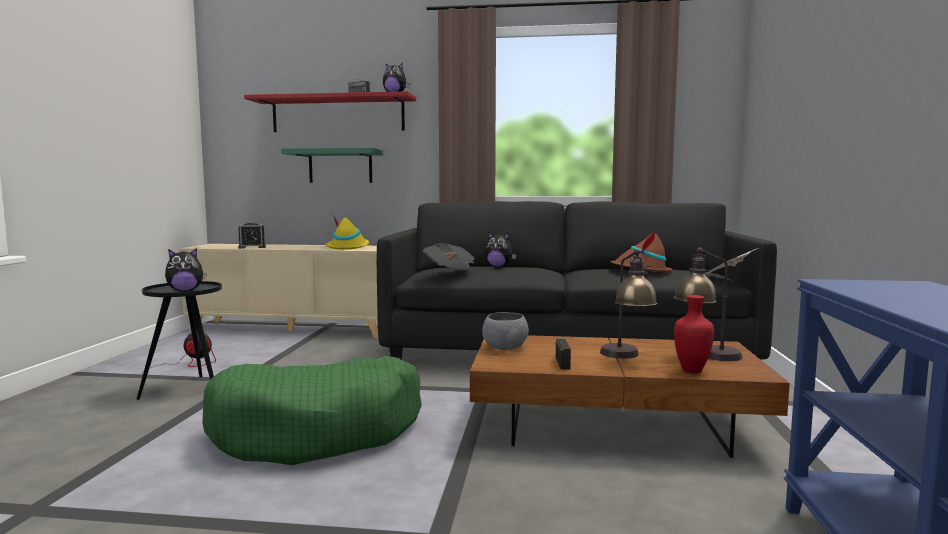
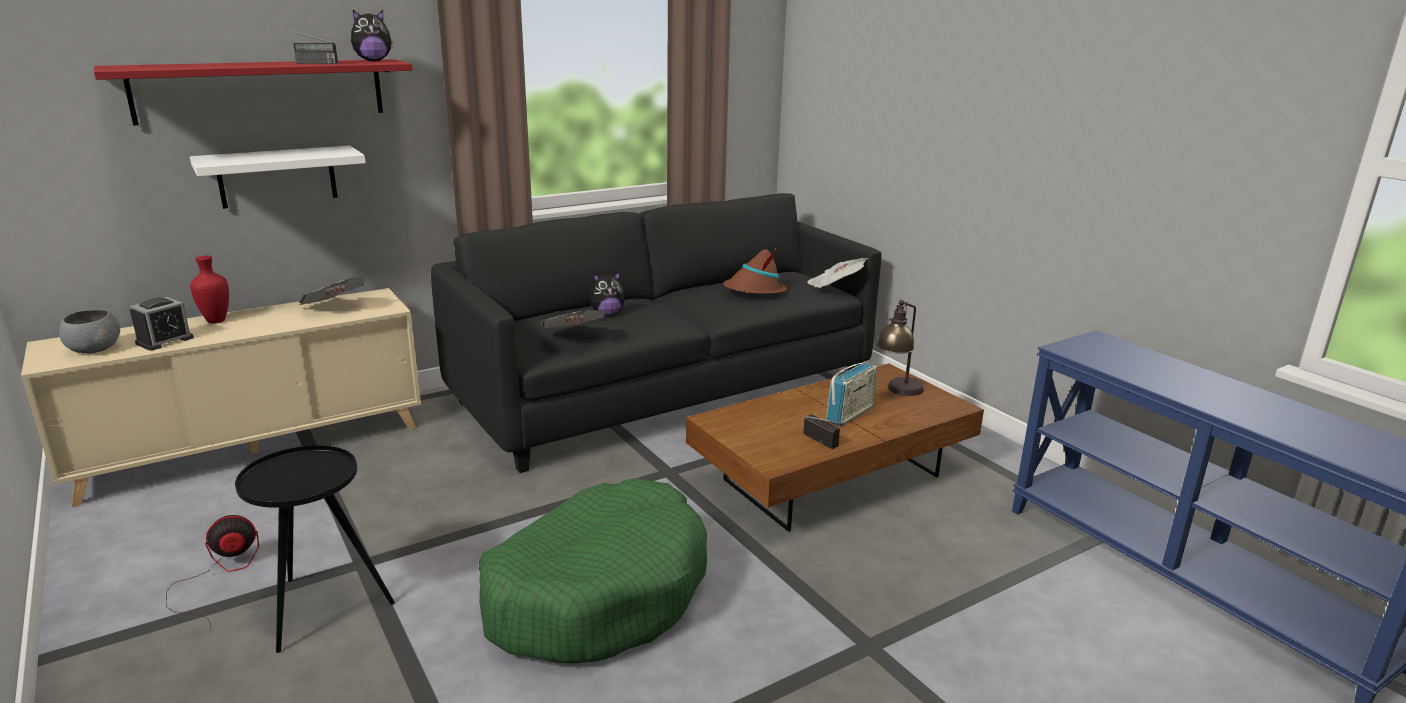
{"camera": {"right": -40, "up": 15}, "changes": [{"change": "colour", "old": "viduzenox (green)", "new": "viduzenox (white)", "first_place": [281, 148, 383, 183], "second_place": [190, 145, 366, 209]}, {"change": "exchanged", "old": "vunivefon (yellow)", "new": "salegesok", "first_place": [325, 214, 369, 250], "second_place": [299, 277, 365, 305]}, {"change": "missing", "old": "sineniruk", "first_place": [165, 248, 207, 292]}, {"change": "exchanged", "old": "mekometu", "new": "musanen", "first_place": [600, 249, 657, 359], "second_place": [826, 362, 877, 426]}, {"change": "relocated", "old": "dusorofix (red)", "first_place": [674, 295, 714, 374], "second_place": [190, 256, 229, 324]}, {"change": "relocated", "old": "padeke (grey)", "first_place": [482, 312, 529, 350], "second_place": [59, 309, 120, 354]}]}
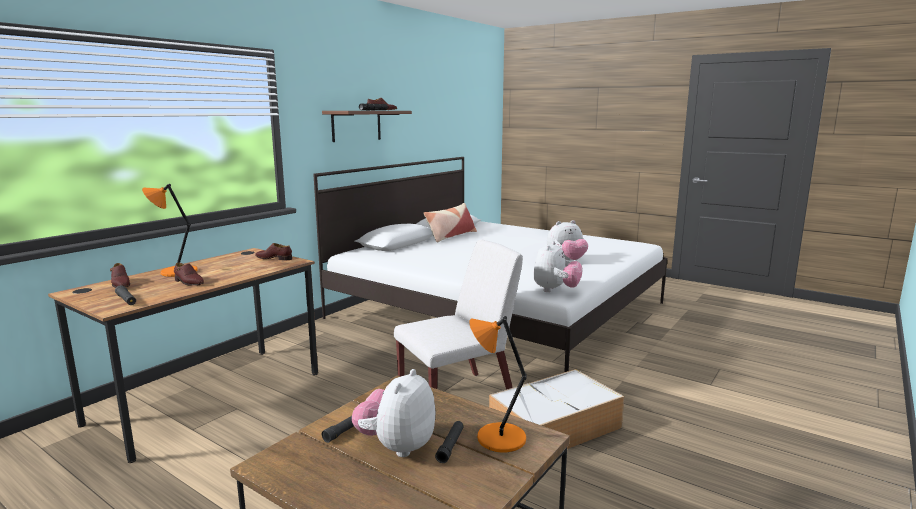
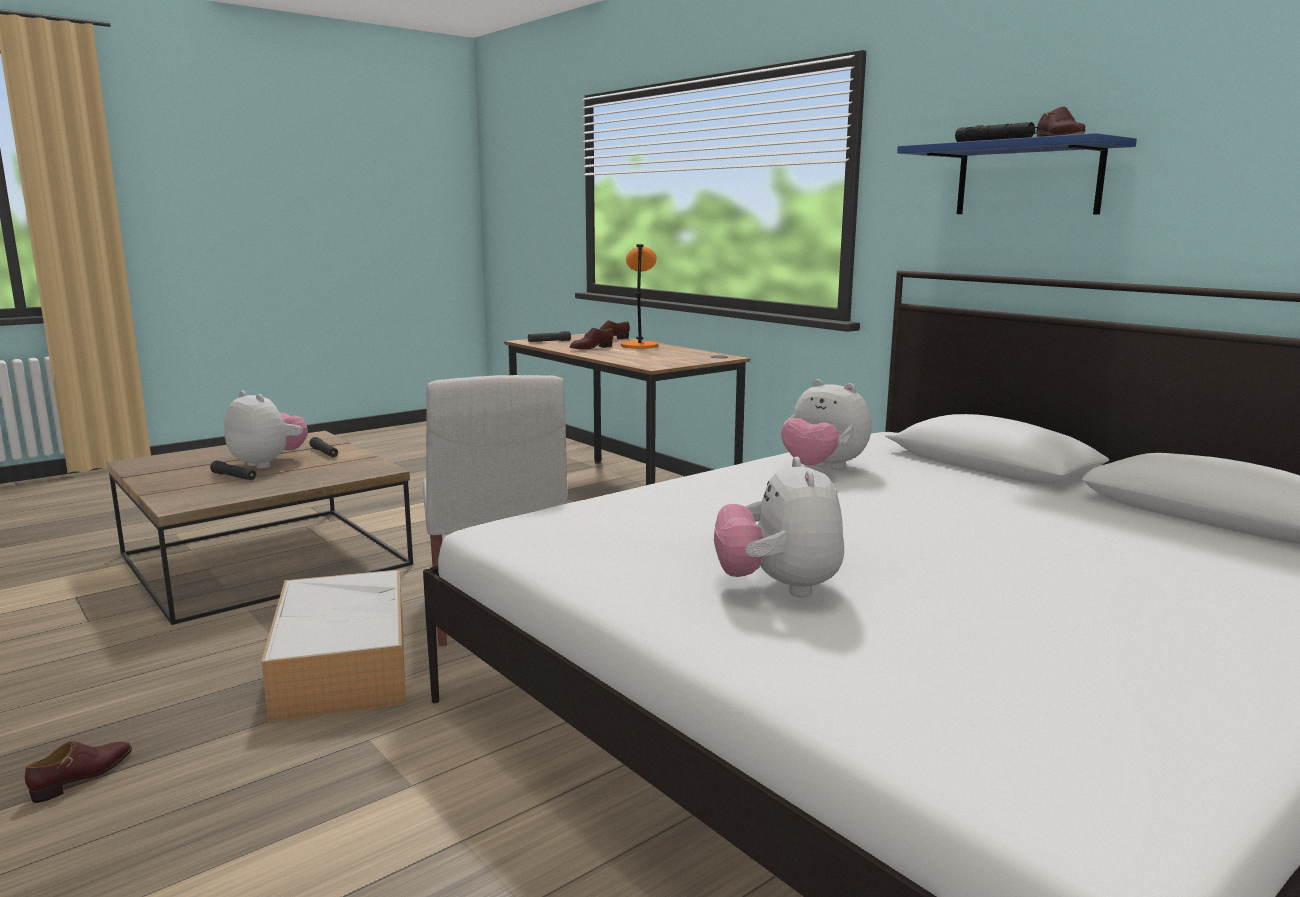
{"camera": {"right": 105, "up": 0}, "changes": [{"change": "colour", "old": "viduzenox (brown)", "new": "viduzenox (blue)", "first_place": [322, 111, 412, 142], "second_place": [897, 133, 1137, 214]}, {"change": "missing", "old": "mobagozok", "first_place": [423, 203, 477, 243]}, {"change": "relocated", "old": "sineniruk", "first_place": [533, 241, 583, 292], "second_place": [781, 379, 872, 470]}, {"change": "relocated", "old": "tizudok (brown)", "first_place": [255, 243, 292, 260], "second_place": [25, 741, 132, 803]}, {"change": "missing", "old": "mekometu (orange)", "first_place": [469, 316, 527, 453]}]}
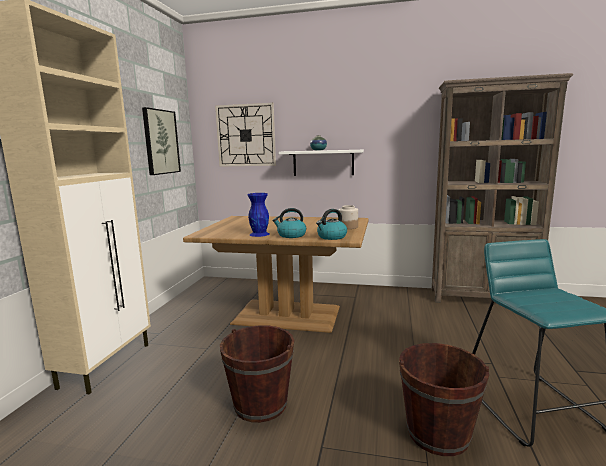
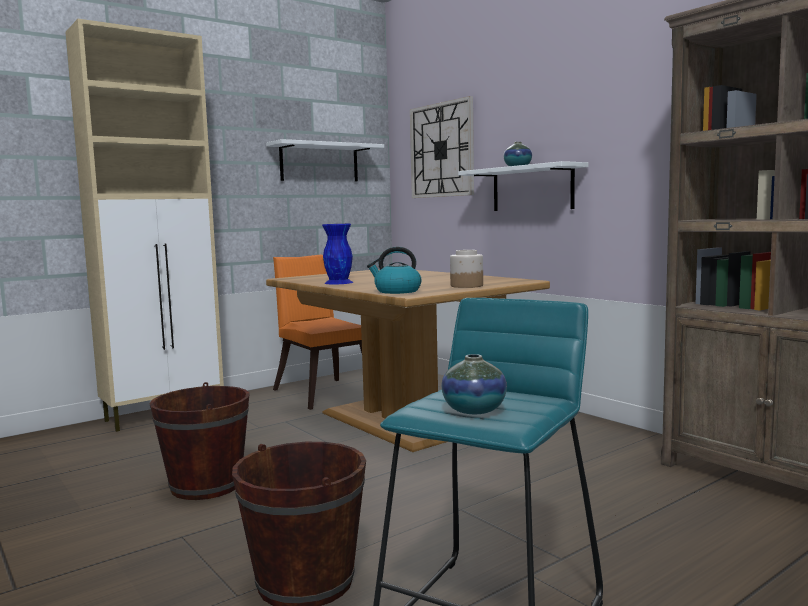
{"camera": {"right": 40, "up": -5}, "changes": [{"change": "exchanged", "old": "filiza", "new": "viduzenox (white)", "first_place": [142, 107, 181, 175], "second_place": [266, 139, 384, 181]}, {"change": "missing", "old": "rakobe", "first_place": [272, 208, 306, 238]}, {"change": "appeared", "new": "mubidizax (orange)", "second_place": [273, 254, 362, 410]}, {"change": "appeared", "new": "dusorofix", "second_place": [442, 354, 507, 414]}]}
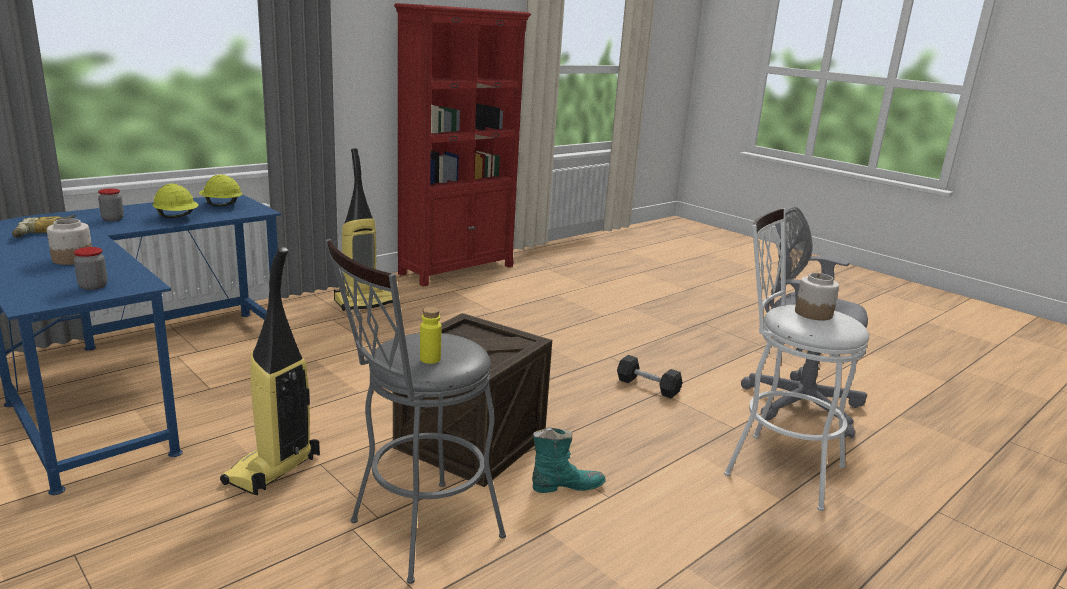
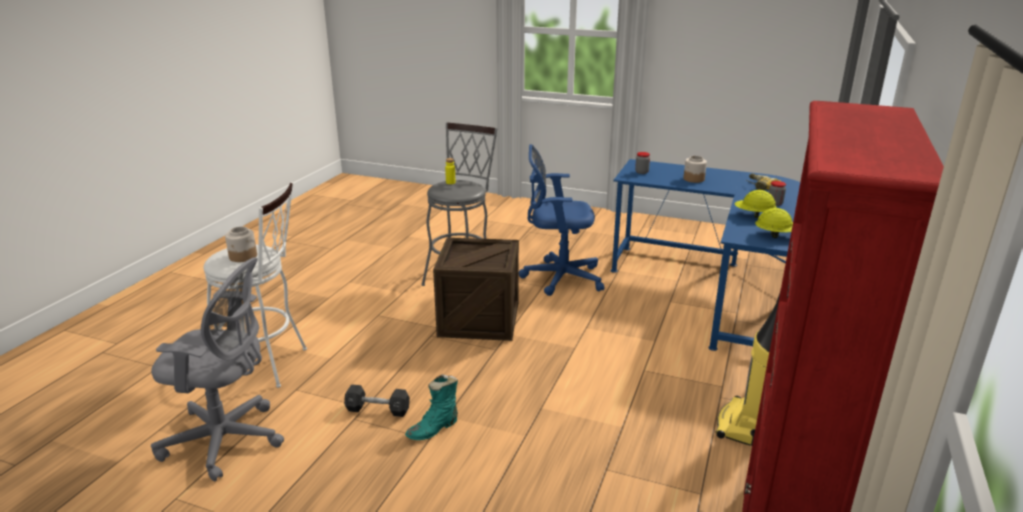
{"camera": {"right": 155, "up": 5}, "changes": [{"change": "exchanged", "old": "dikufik", "new": "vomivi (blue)", "first_place": [220, 247, 320, 495], "second_place": [519, 144, 605, 296]}, {"change": "relocated", "old": "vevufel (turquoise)", "first_place": [532, 427, 606, 493], "second_place": [405, 374, 458, 440]}]}
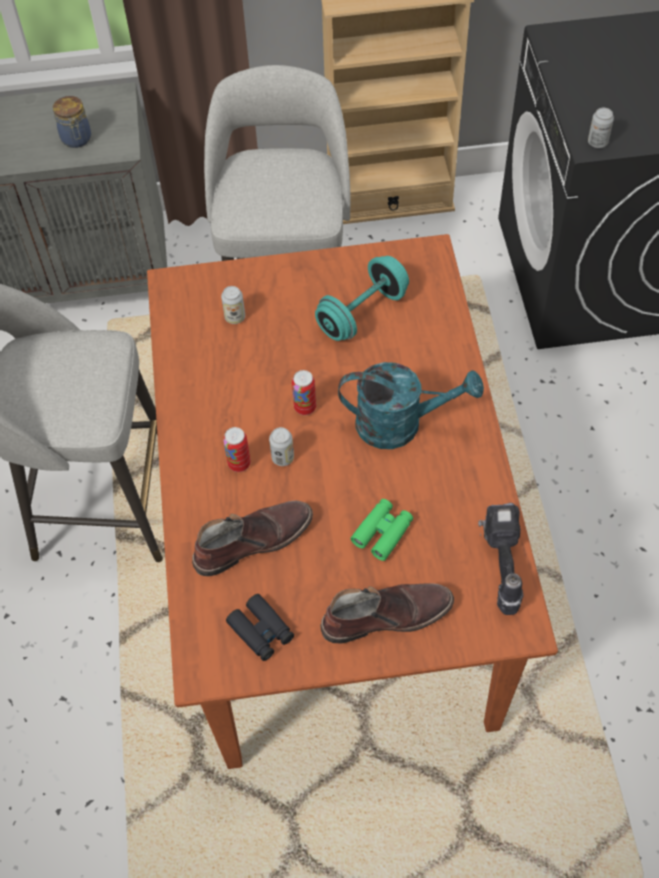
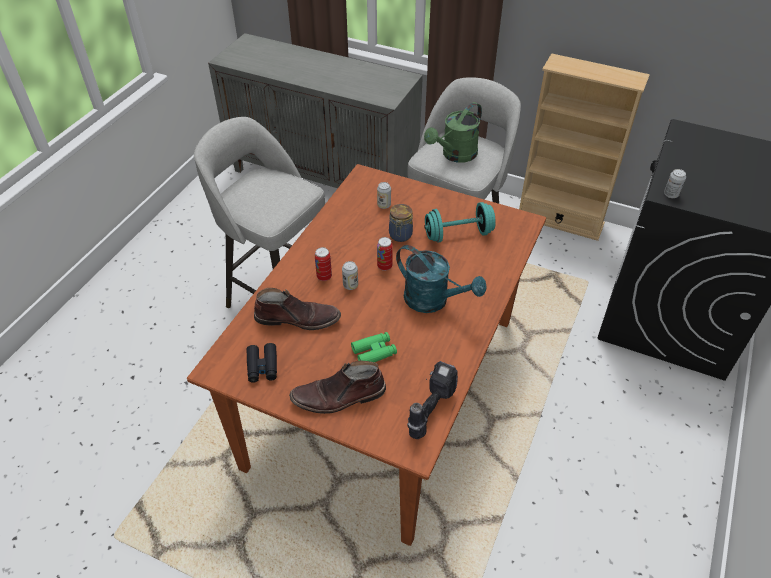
{"camera": {"right": 30, "up": -10}, "changes": [{"change": "relocated", "old": "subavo", "first_place": [53, 96, 91, 148], "second_place": [389, 204, 413, 242]}, {"change": "spun", "old": "vevufel (brown)", "first_place": [320, 583, 454, 643], "second_place": [289, 361, 386, 414], "degrees": 150}, {"change": "appeared", "new": "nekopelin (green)", "second_place": [424, 102, 482, 163]}]}
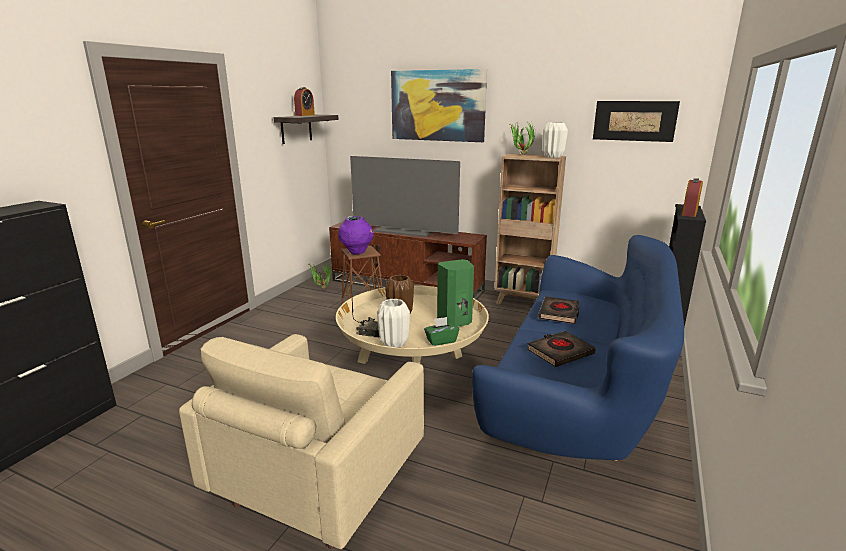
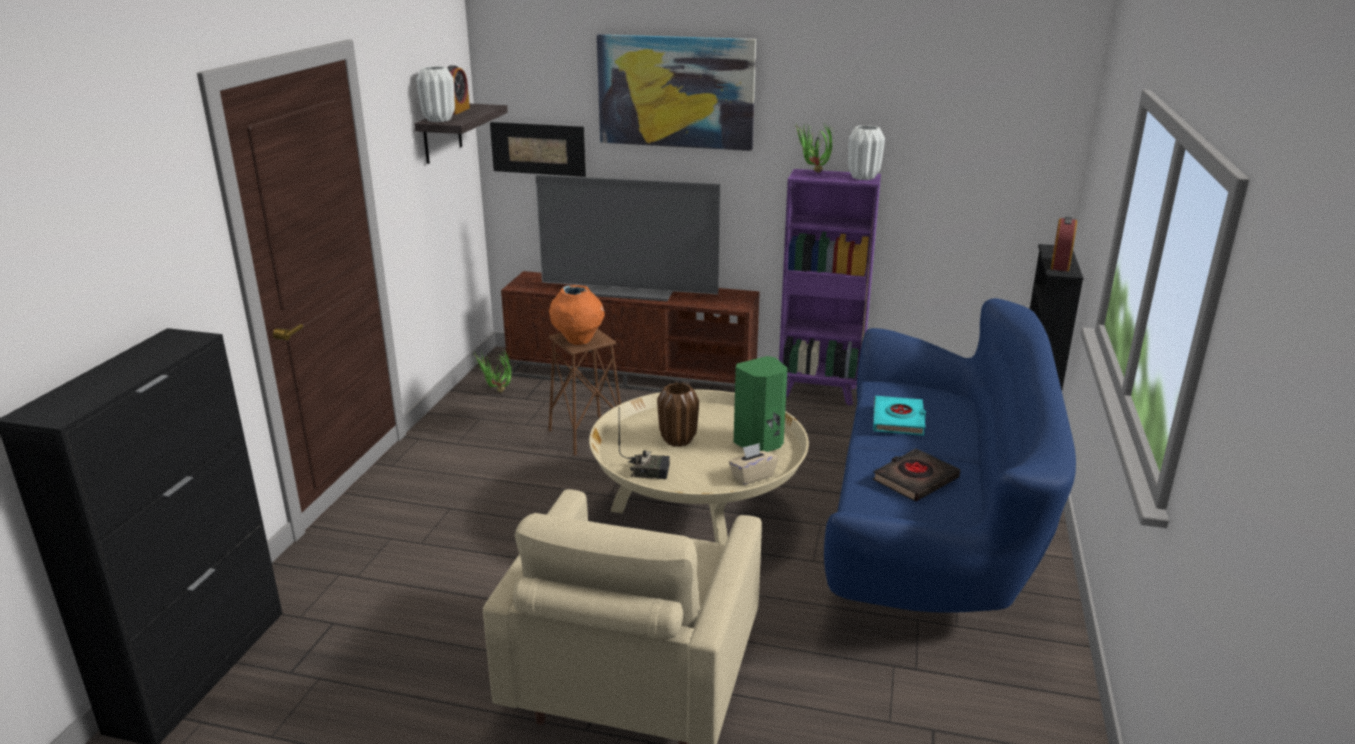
{"camera": {"right": -10, "up": 5}, "changes": [{"change": "relocated", "old": "filiza", "first_place": [593, 101, 680, 142], "second_place": [490, 122, 586, 177]}, {"change": "colour", "old": "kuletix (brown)", "new": "kuletix (purple)", "first_place": [495, 154, 566, 304], "second_place": [779, 169, 881, 406]}, {"change": "colour", "old": "dusorofix (purple)", "new": "dusorofix (orange)", "first_place": [338, 216, 374, 254], "second_place": [549, 285, 605, 345]}, {"change": "colour", "old": "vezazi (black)", "new": "vezazi (turquoise)", "first_place": [538, 297, 579, 324], "second_place": [873, 396, 926, 436]}, {"change": "relocated", "old": "dusorofix (white)", "first_place": [377, 299, 410, 348], "second_place": [416, 66, 455, 122]}, {"change": "colour", "old": "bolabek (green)", "new": "bolabek (beige)", "first_place": [424, 317, 459, 346], "second_place": [729, 443, 778, 485]}]}
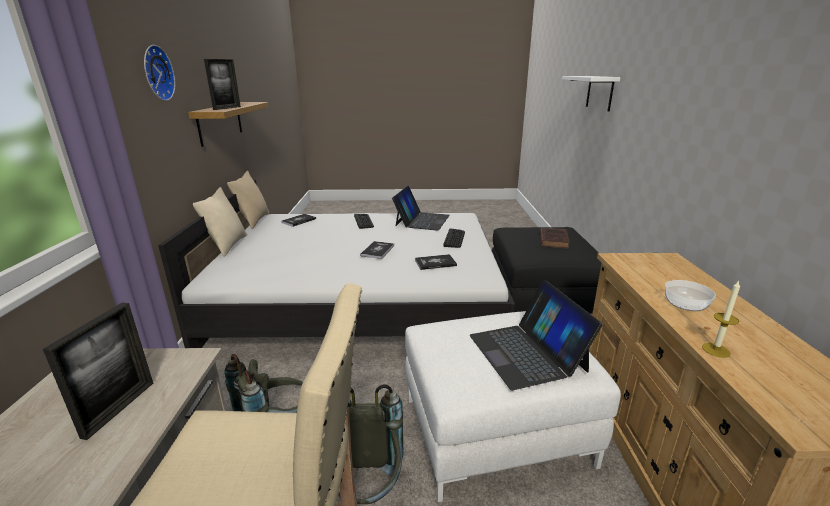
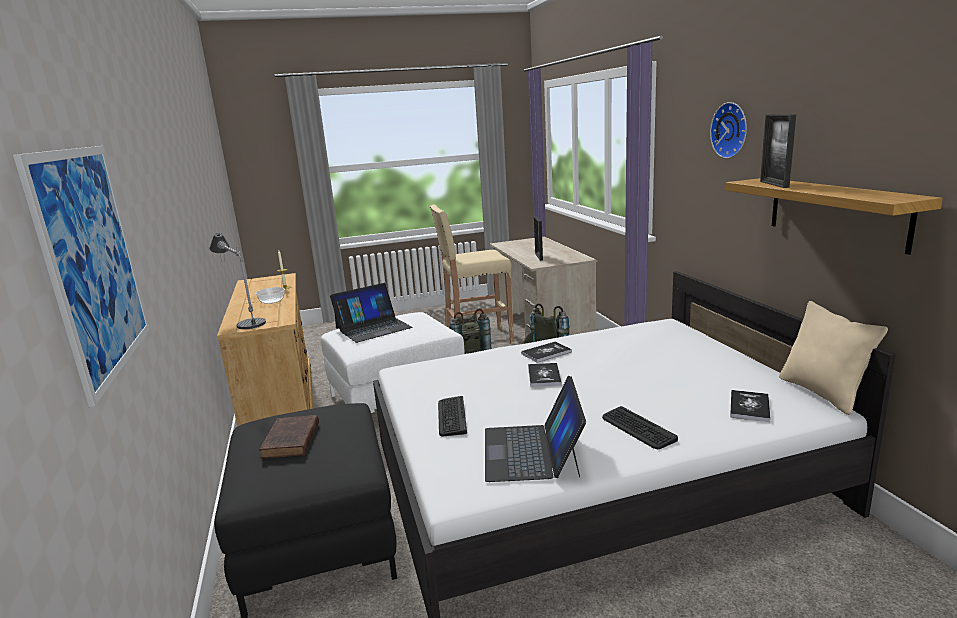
{"camera": {"right": 165, "up": -5}, "changes": [{"change": "exchanged", "old": "viduzenox (white)", "new": "filiza", "first_place": [562, 76, 620, 112], "second_place": [13, 146, 150, 407]}, {"change": "missing", "old": "mobagozok (beige)", "first_place": [193, 187, 247, 257]}, {"change": "relocated", "old": "vezazi", "first_place": [415, 254, 457, 270], "second_place": [521, 341, 572, 363]}, {"change": "spun", "old": "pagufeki", "first_place": [470, 280, 603, 390], "second_place": [330, 283, 412, 343], "degrees": 90}, {"change": "appeared", "new": "mekometu", "second_place": [209, 233, 266, 329]}]}
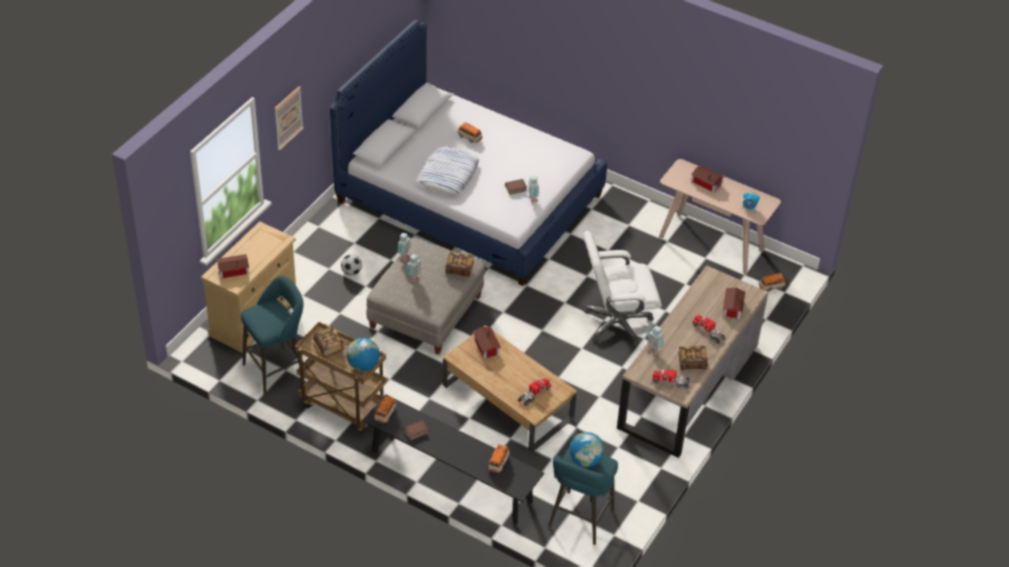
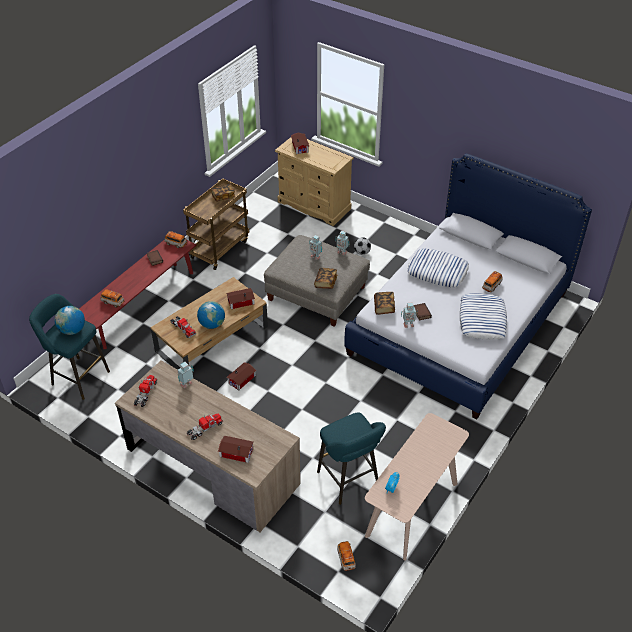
{"camera": {"right": 95, "up": 0}, "changes": [{"change": "missing", "old": "filiza", "first_place": [274, 86, 304, 151]}, {"change": "relocated", "old": "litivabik", "first_place": [691, 165, 724, 193], "second_place": [226, 362, 256, 390]}, {"change": "missing", "old": "vomivi (white)", "first_place": [584, 231, 662, 346]}, {"change": "relocated", "old": "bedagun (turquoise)", "first_place": [241, 275, 304, 395], "second_place": [317, 412, 386, 505]}, {"change": "relocated", "old": "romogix", "first_place": [346, 338, 380, 371], "second_place": [197, 301, 225, 329]}, {"change": "relocated", "old": "vezazi", "first_place": [678, 346, 708, 370], "second_place": [374, 292, 395, 315]}, {"change": "colour", "old": "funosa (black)", "new": "funosa (red)", "first_place": [362, 394, 544, 524], "second_place": [79, 239, 197, 349]}, {"change": "appeared", "new": "mobagozok", "second_place": [460, 293, 507, 339]}]}
